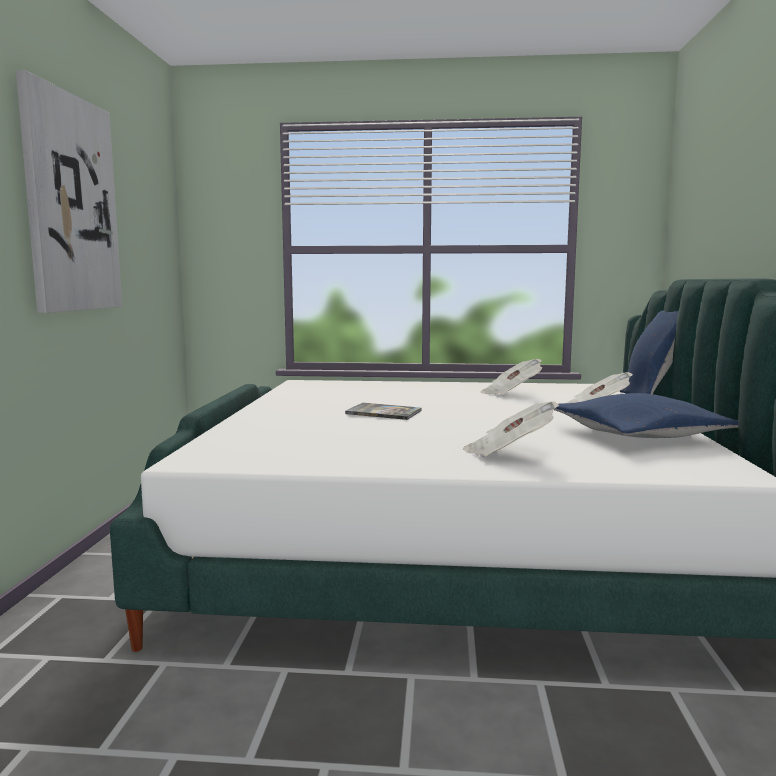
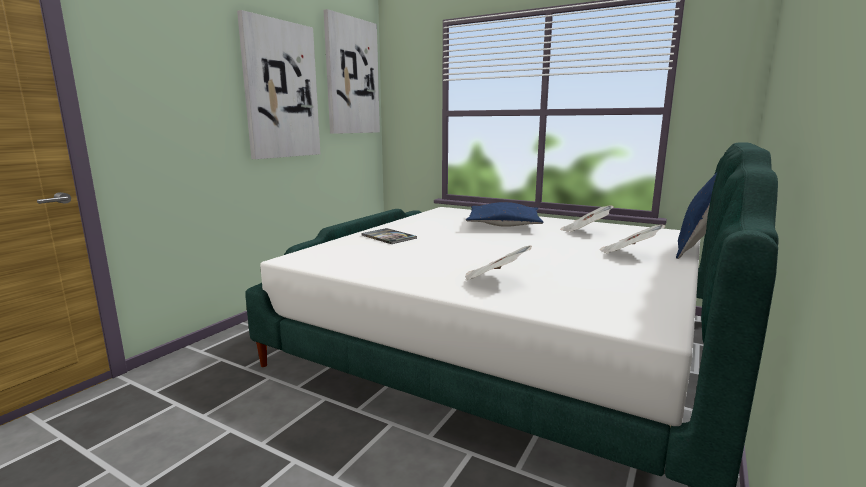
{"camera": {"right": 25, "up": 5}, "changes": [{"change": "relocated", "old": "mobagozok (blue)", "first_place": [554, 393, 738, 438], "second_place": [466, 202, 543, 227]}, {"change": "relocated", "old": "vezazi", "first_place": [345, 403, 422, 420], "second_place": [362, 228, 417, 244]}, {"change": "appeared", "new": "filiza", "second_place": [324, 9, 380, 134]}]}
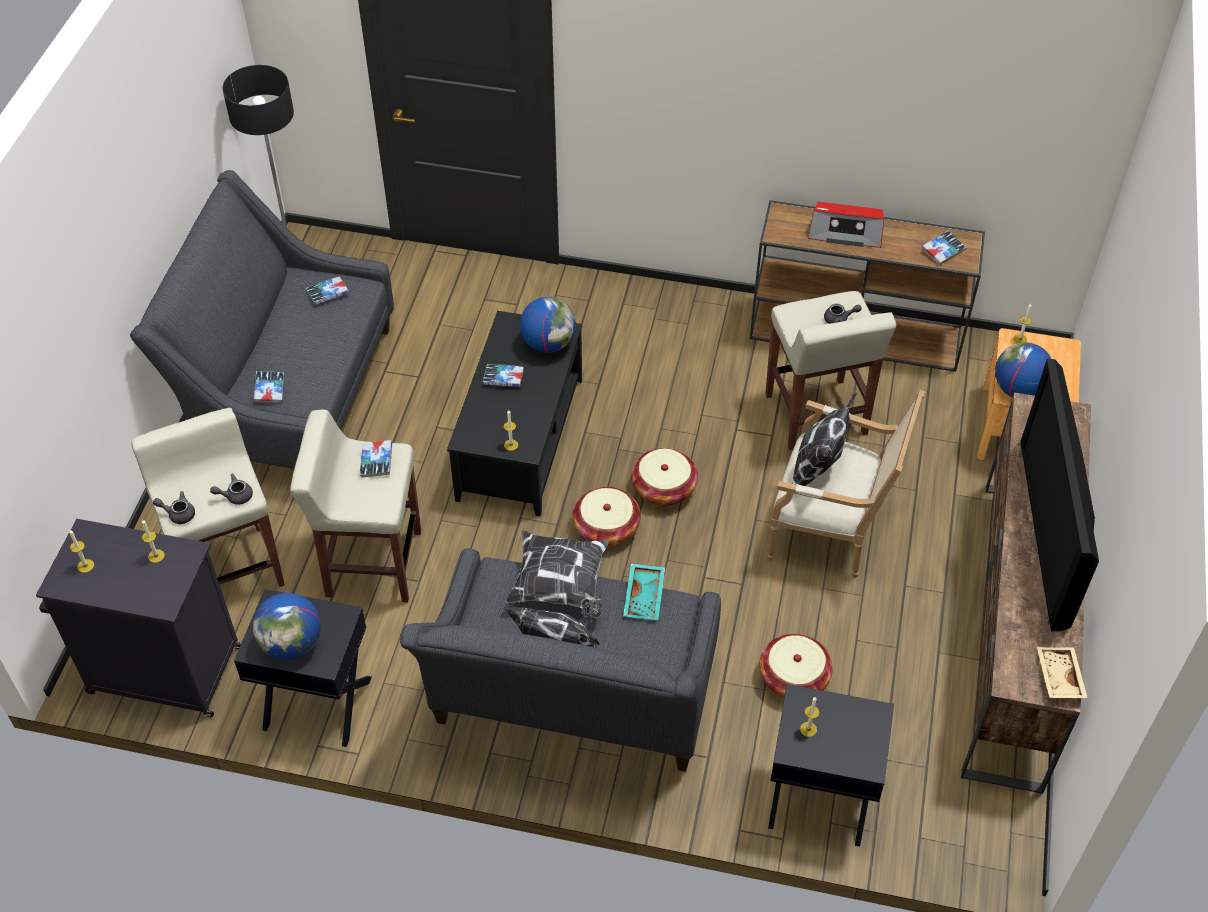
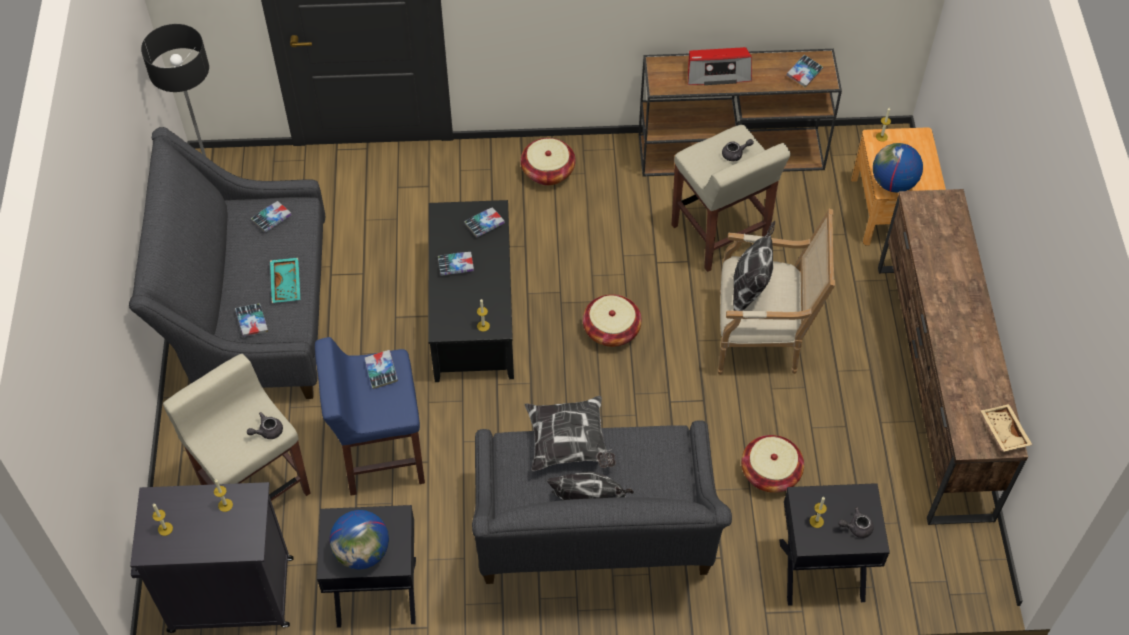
{"camera": {"right": -15, "up": 5}, "changes": [{"change": "exchanged", "old": "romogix", "new": "vezazi", "first_place": [520, 297, 576, 353], "second_place": [464, 207, 505, 237]}, {"change": "missing", "old": "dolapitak", "first_place": [1020, 359, 1099, 631]}, {"change": "colour", "old": "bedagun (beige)", "new": "bedagun (blue)", "first_place": [290, 410, 421, 602], "second_place": [315, 337, 425, 496]}, {"change": "relocated", "old": "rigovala", "first_place": [573, 487, 641, 546], "second_place": [521, 138, 576, 185]}, {"change": "relocated", "old": "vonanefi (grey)", "first_place": [153, 491, 195, 524], "second_place": [839, 507, 874, 538]}, {"change": "relocated", "old": "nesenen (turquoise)", "first_place": [623, 564, 665, 620], "second_place": [270, 258, 300, 303]}]}
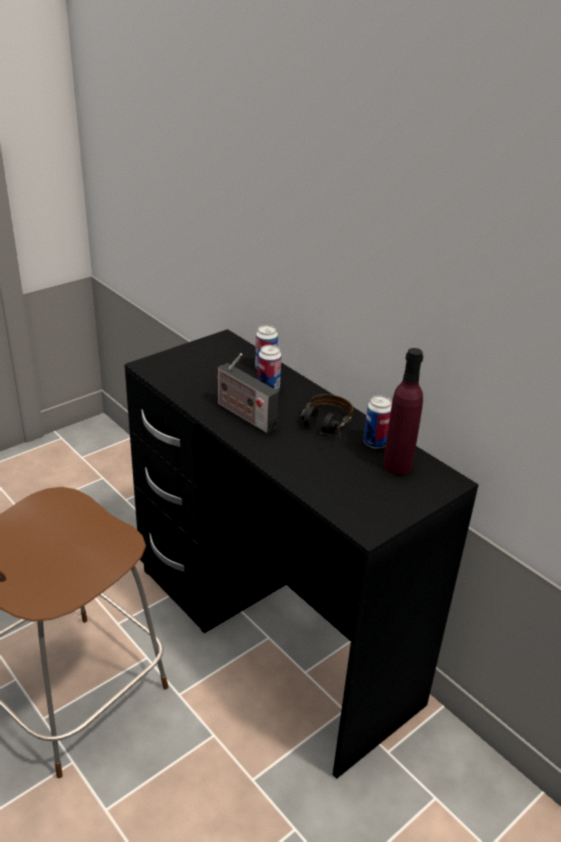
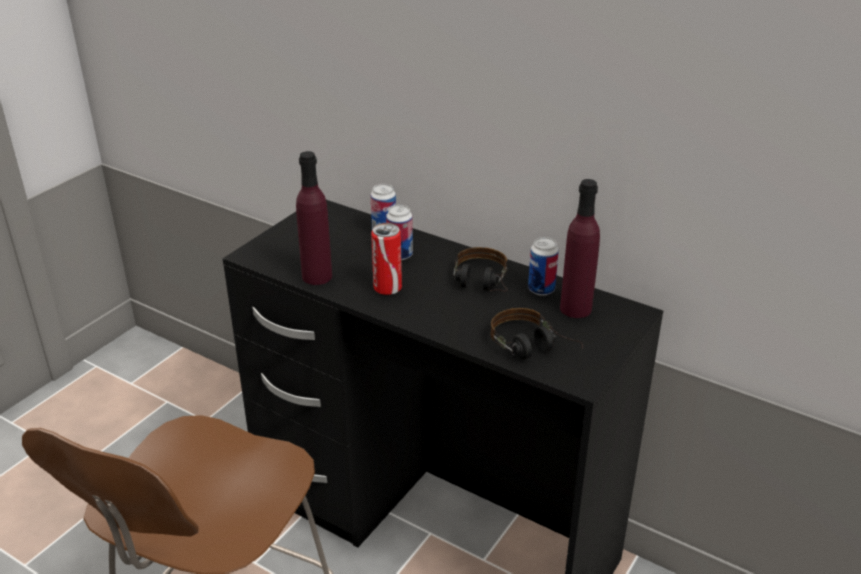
{"camera": {"right": -15, "up": 0}, "changes": [{"change": "exchanged", "old": "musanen", "new": "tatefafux", "first_place": [215, 353, 279, 434], "second_place": [371, 223, 402, 295]}, {"change": "appeared", "new": "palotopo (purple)", "second_place": [296, 151, 332, 285]}, {"change": "appeared", "new": "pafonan", "second_place": [490, 308, 583, 360]}]}
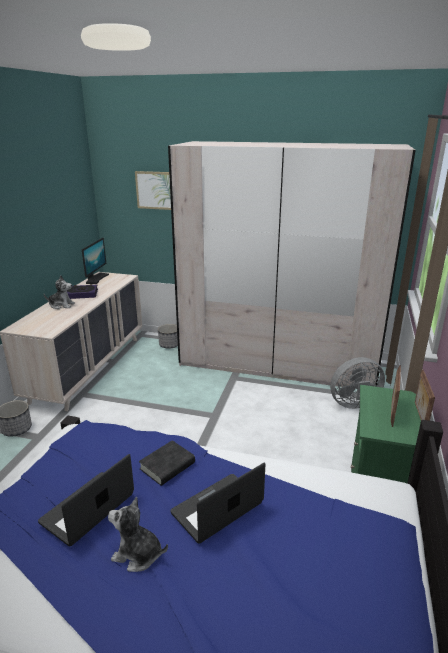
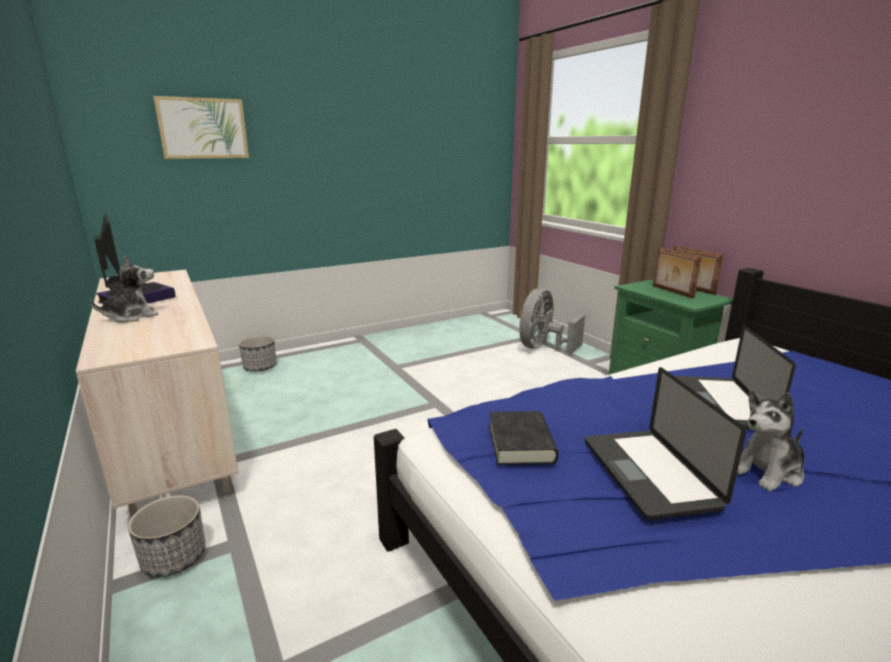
{"camera": {"right": -45, "up": -5}, "changes": [{"change": "missing", "old": "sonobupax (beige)", "first_place": [168, 141, 416, 387]}, {"change": "relocated", "old": "vezazi (black)", "first_place": [139, 440, 195, 486], "second_place": [489, 411, 558, 465]}]}
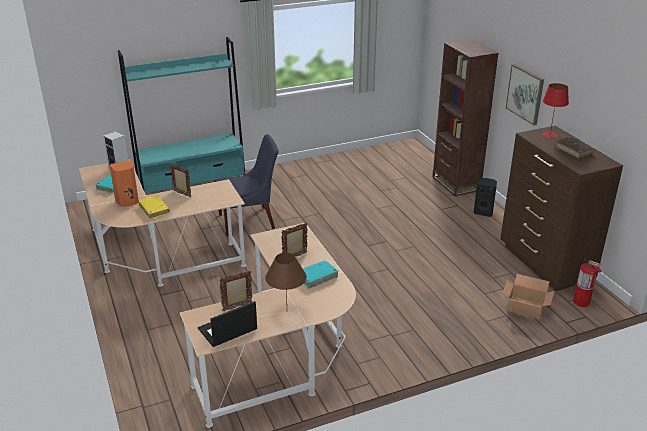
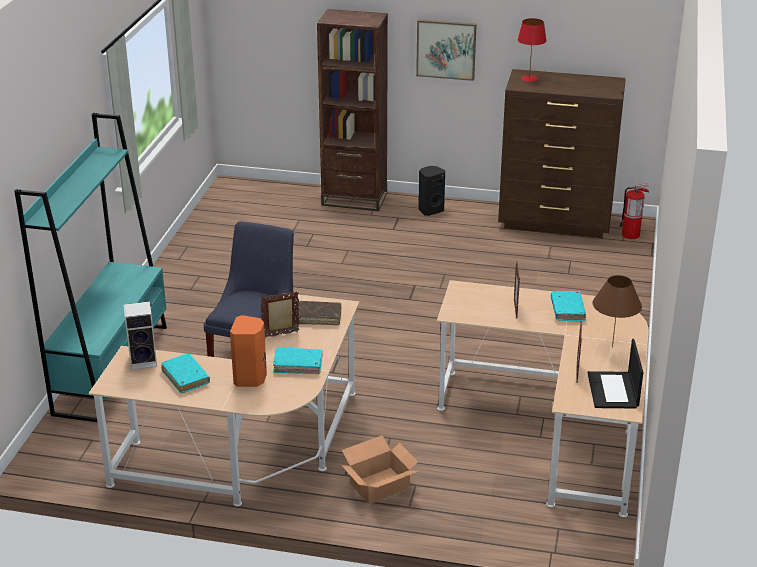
{"camera": {"right": -55, "up": 0}, "changes": [{"change": "relocated", "old": "vezazi (brown)", "first_place": [555, 137, 594, 159], "second_place": [296, 301, 342, 325]}, {"change": "colour", "old": "vezazi (yellow)", "new": "vezazi (turquoise)", "first_place": [139, 195, 170, 219], "second_place": [273, 348, 322, 374]}, {"change": "relocated", "old": "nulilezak", "first_place": [502, 274, 554, 319], "second_place": [341, 435, 419, 504]}]}
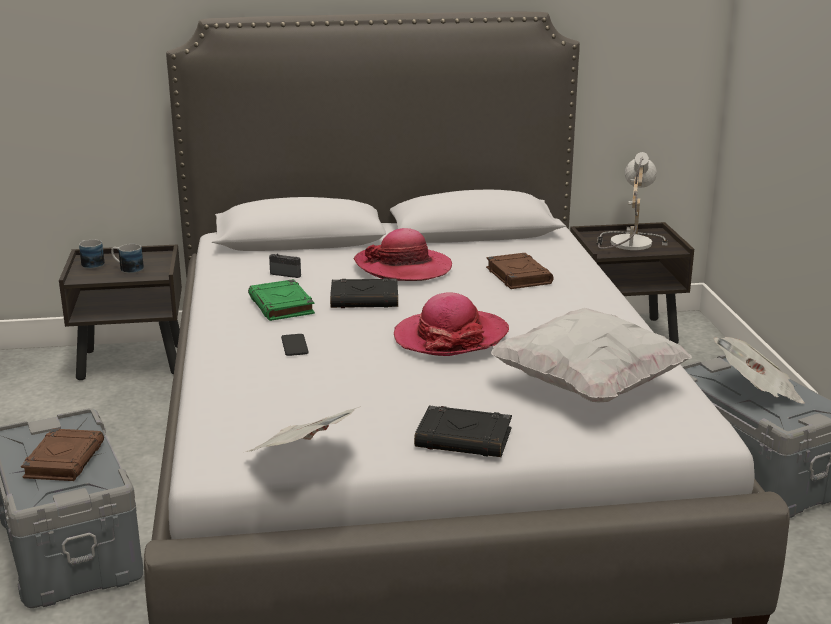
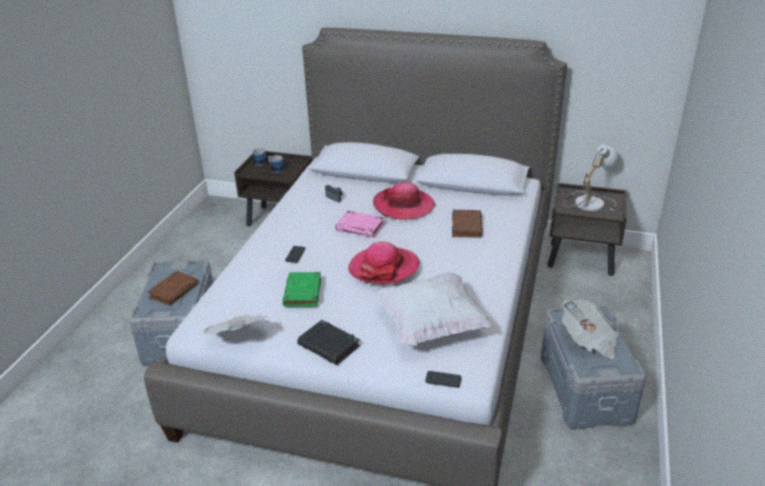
{"camera": {"right": 25, "up": 10}, "changes": [{"change": "colour", "old": "vezazi (black)", "new": "vezazi (pink)", "first_place": [330, 278, 398, 308], "second_place": [336, 211, 384, 237]}, {"change": "relocated", "old": "vezazi (green)", "first_place": [248, 279, 315, 321], "second_place": [282, 272, 321, 307]}, {"change": "appeared", "new": "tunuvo", "second_place": [425, 371, 462, 388]}]}
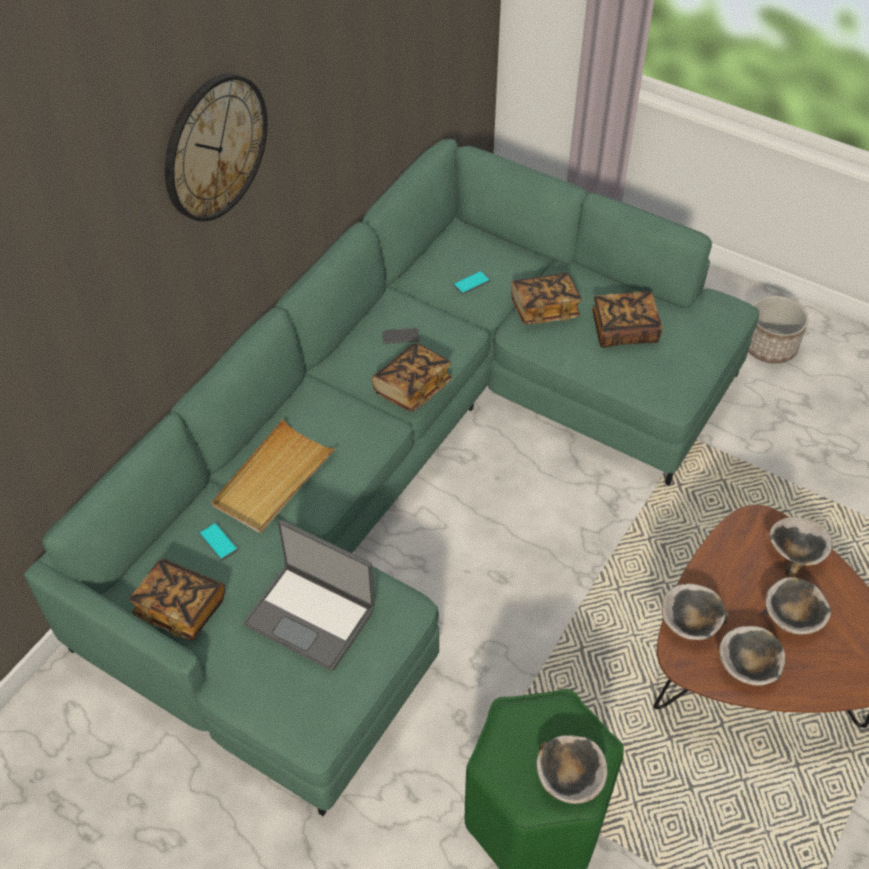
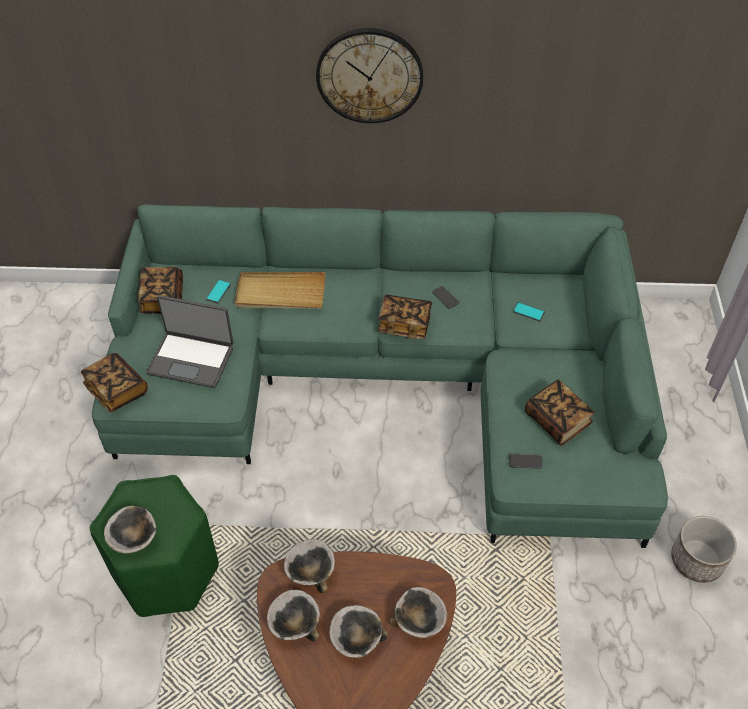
{"camera": {"right": 60, "up": 0}, "changes": [{"change": "relocated", "old": "vezazi", "first_place": [511, 273, 582, 324], "second_place": [81, 353, 148, 412]}, {"change": "spun", "old": "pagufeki", "first_place": [243, 520, 375, 671], "second_place": [146, 295, 234, 388], "degrees": -75}, {"change": "appeared", "new": "tunuvo", "second_place": [509, 454, 543, 469]}]}
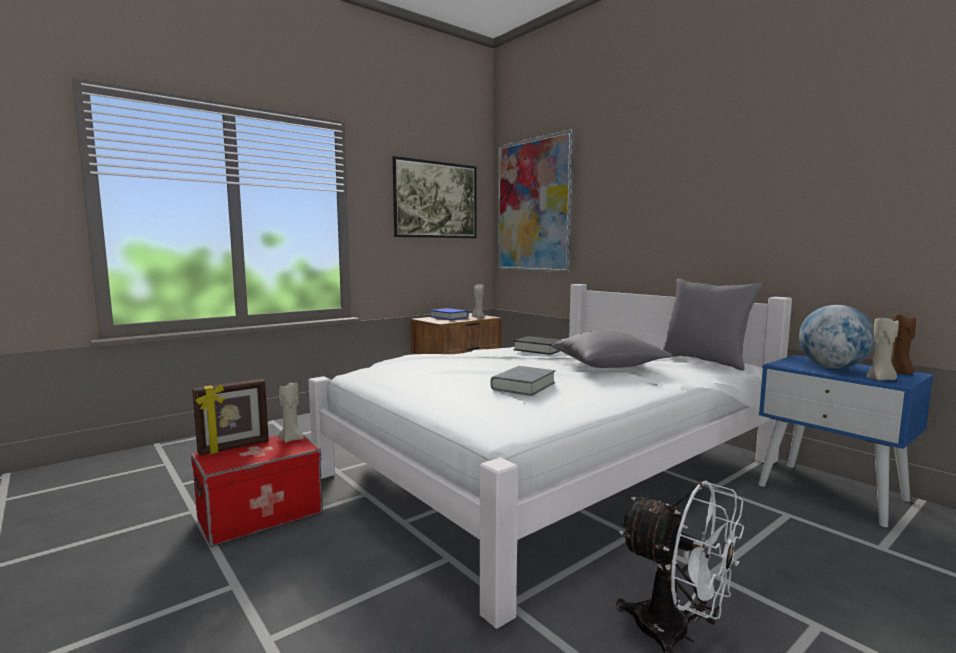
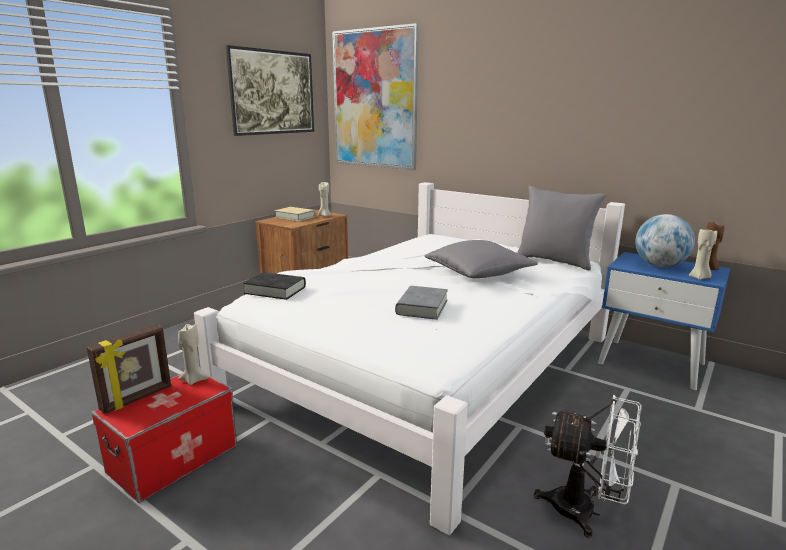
{"camera": {"right": -15, "up": 10}, "changes": [{"change": "colour", "old": "vezazi (blue)", "new": "vezazi (beige)", "first_place": [430, 308, 469, 320], "second_place": [275, 207, 315, 221]}, {"change": "relocated", "old": "vezazi (black)", "first_place": [513, 336, 561, 355], "second_place": [243, 272, 306, 300]}]}
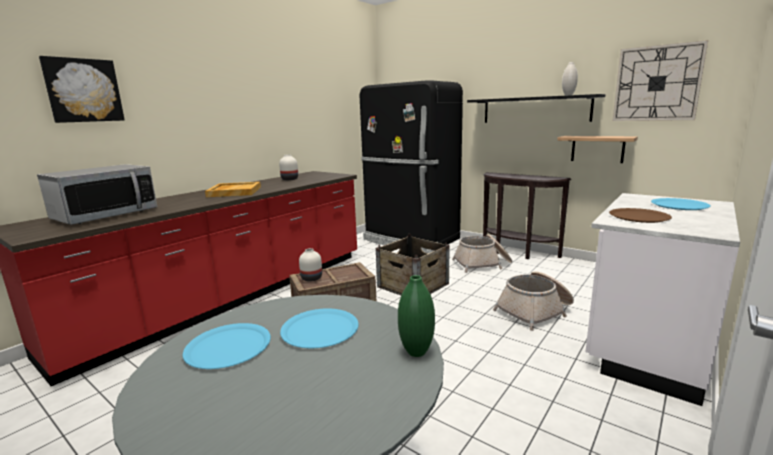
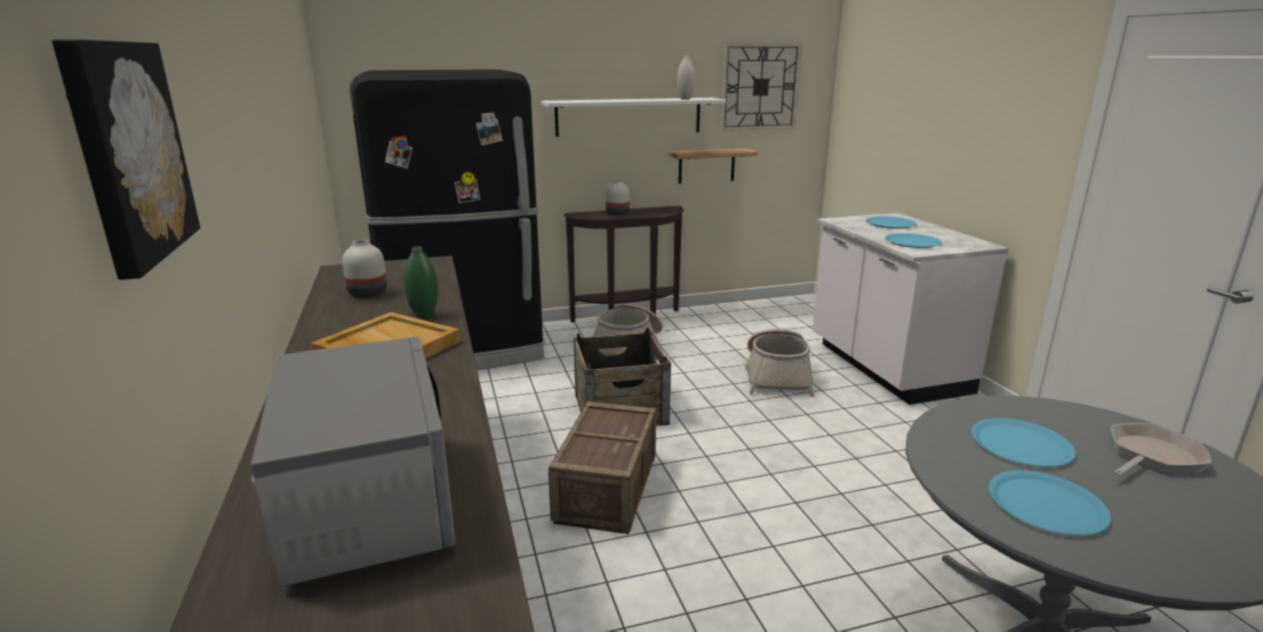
{"camera": {"right": -55, "up": 5}, "changes": [{"change": "colour", "old": "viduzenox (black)", "new": "viduzenox (white)", "first_place": [467, 94, 605, 123], "second_place": [541, 98, 726, 137]}, {"change": "colour", "old": "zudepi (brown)", "new": "zudepi (blue)", "first_place": [609, 208, 672, 223], "second_place": [885, 233, 942, 248]}, {"change": "relocated", "old": "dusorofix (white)", "first_place": [299, 248, 322, 282], "second_place": [605, 180, 629, 215]}, {"change": "relocated", "old": "dusorofix (green)", "first_place": [398, 275, 435, 357], "second_place": [404, 247, 438, 318]}, {"change": "appeared", "new": "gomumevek", "second_place": [1111, 423, 1212, 476]}]}
